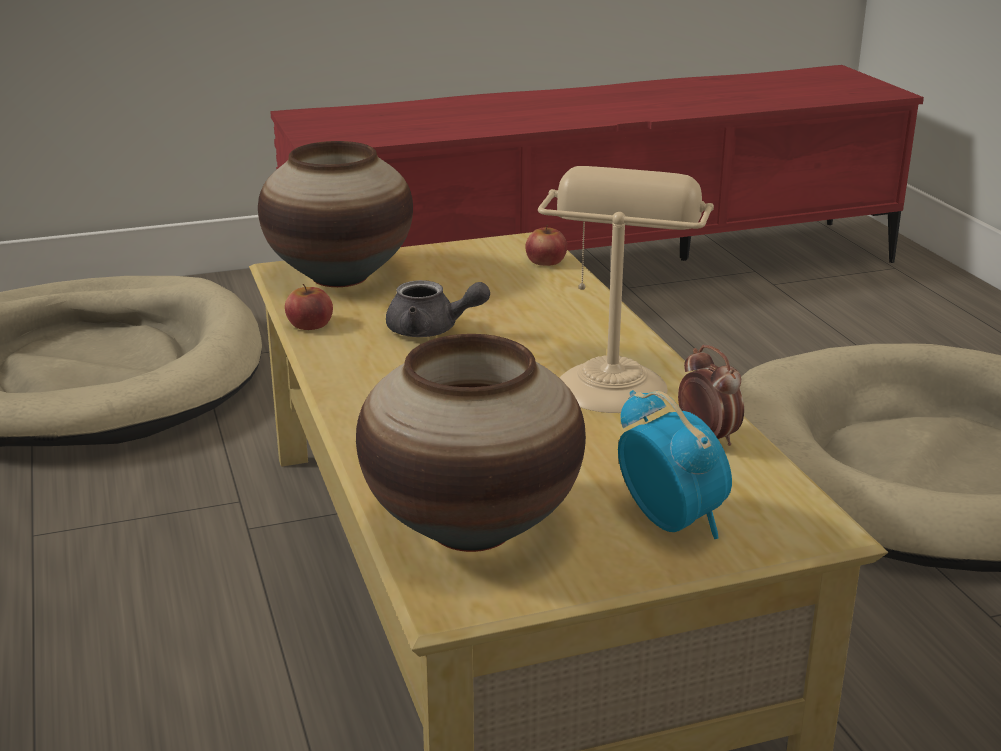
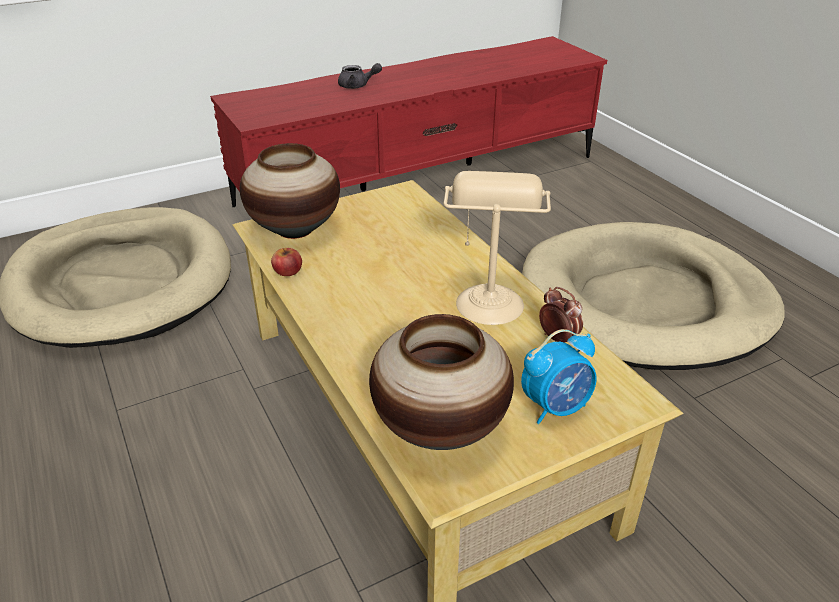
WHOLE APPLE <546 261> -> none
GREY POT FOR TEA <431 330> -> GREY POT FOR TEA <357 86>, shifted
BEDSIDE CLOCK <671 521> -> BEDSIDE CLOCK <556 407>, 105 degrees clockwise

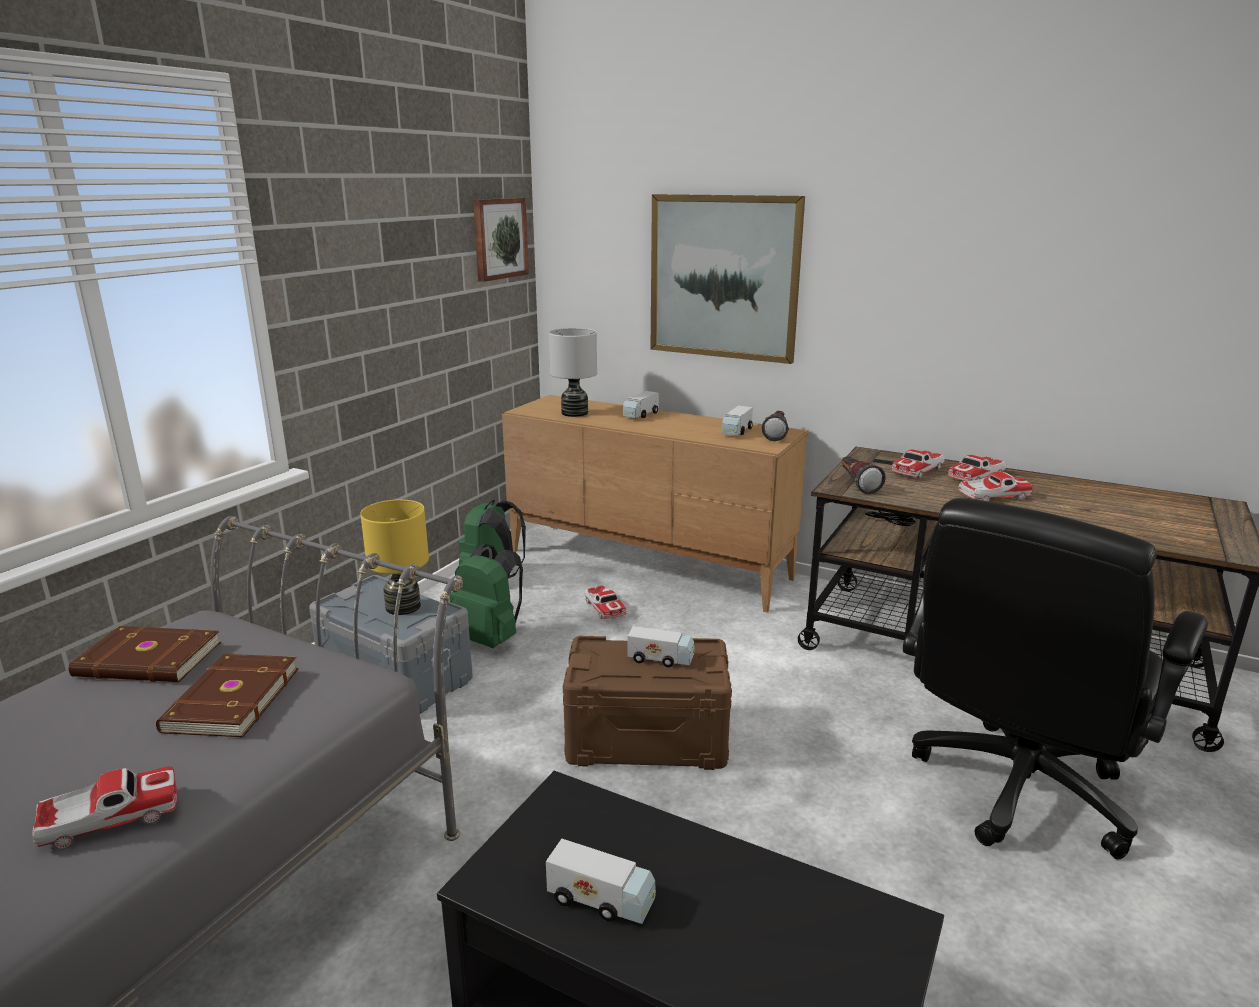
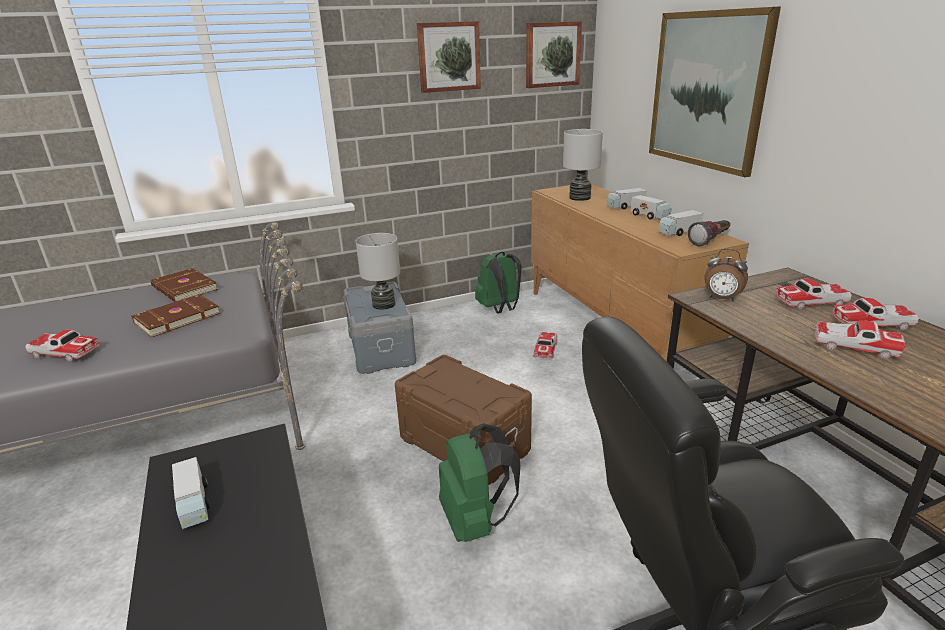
none -> PICTURE <448 57>
GREEN KNAPSACK <490 639> -> GREEN KNAPSACK <476 521>, shifted
TOY TRUCK <661 659> -> TOY TRUCK <650 216>, shifted
FLASHLIGHT <856 484> -> BEDSIDE CLOCK <721 299>
YELLOWISH TABLETOP LAMP <403 607> -> GREY TABLETOP LAMP <384 305>

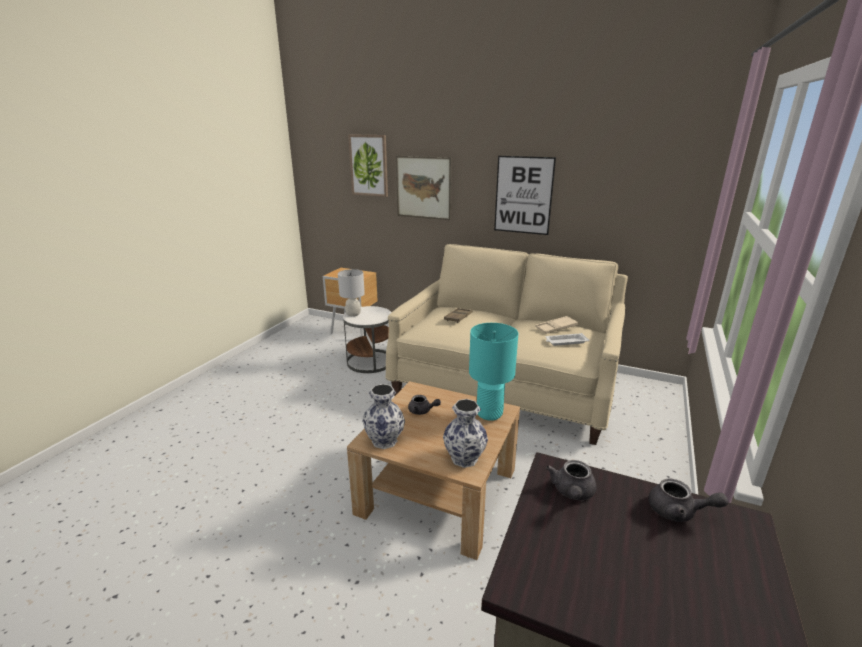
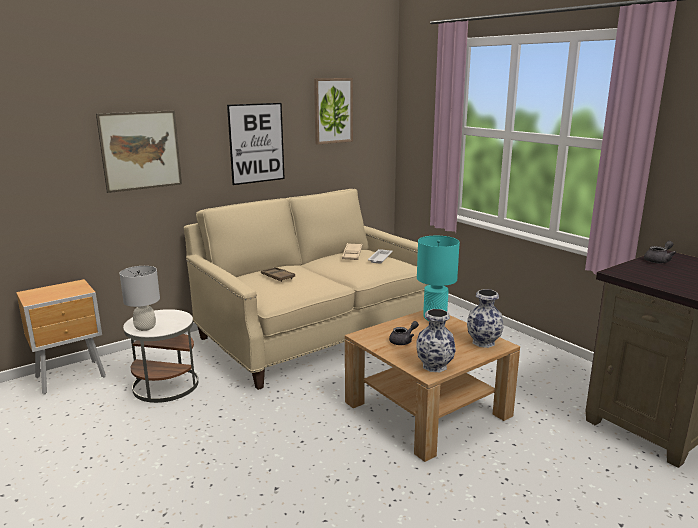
GREY POT FOR TEA <572 493> -> none
PICTURE <369 165> -> PICTURE <333 110>, shifted

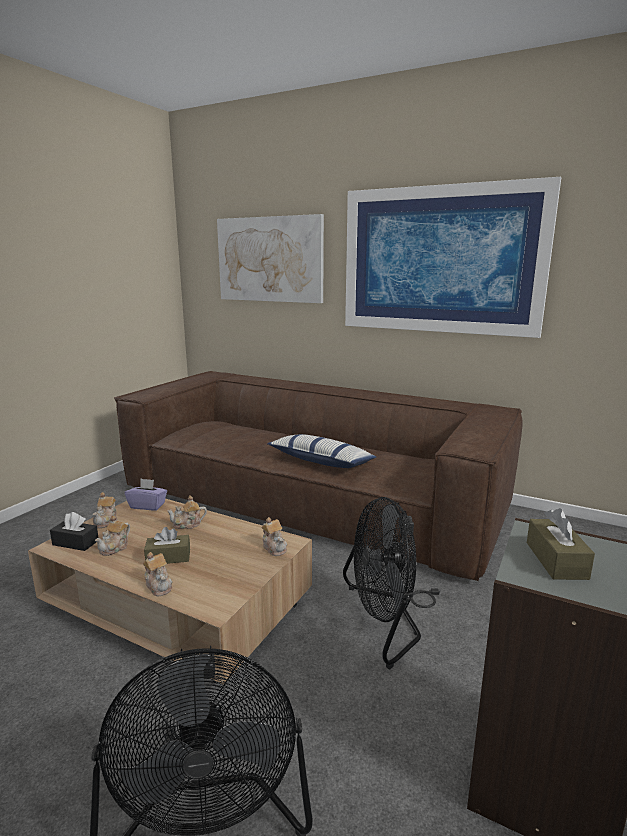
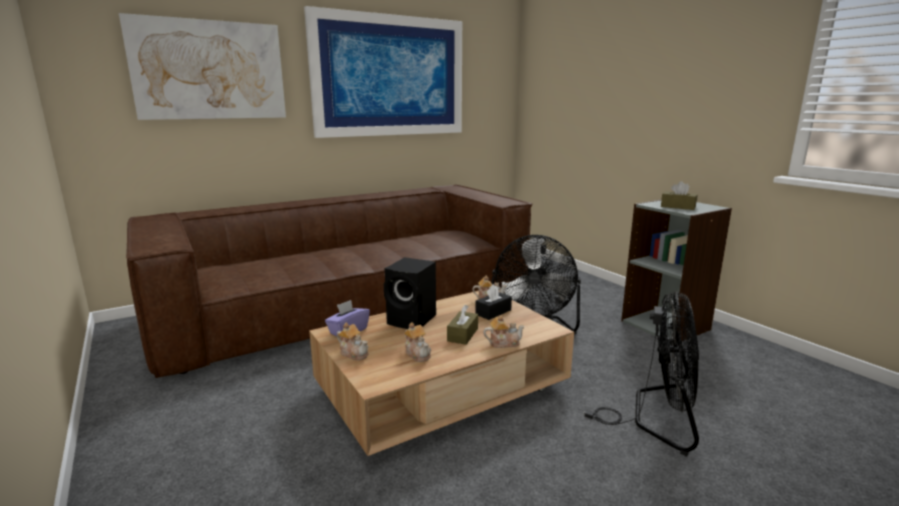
THROW PILLOW <321 461> -> none
BLACK-COLOURED TISSUE HOLDER <75 543> -> BLACK-COLOURED TISSUE HOLDER <493 312>, shifted
POT FOR TEA <187 524> -> BLACK-COLOURED AUDIO SPEAKER <413 320>

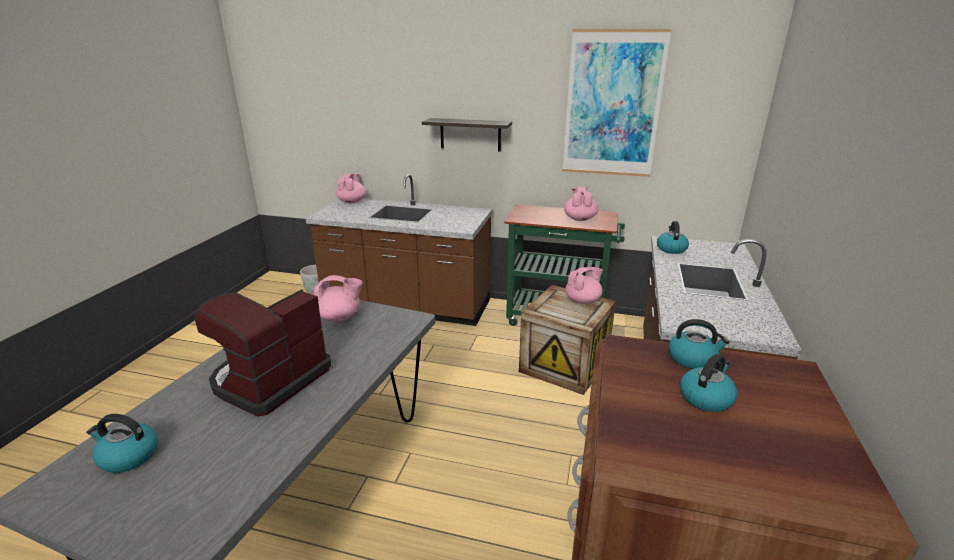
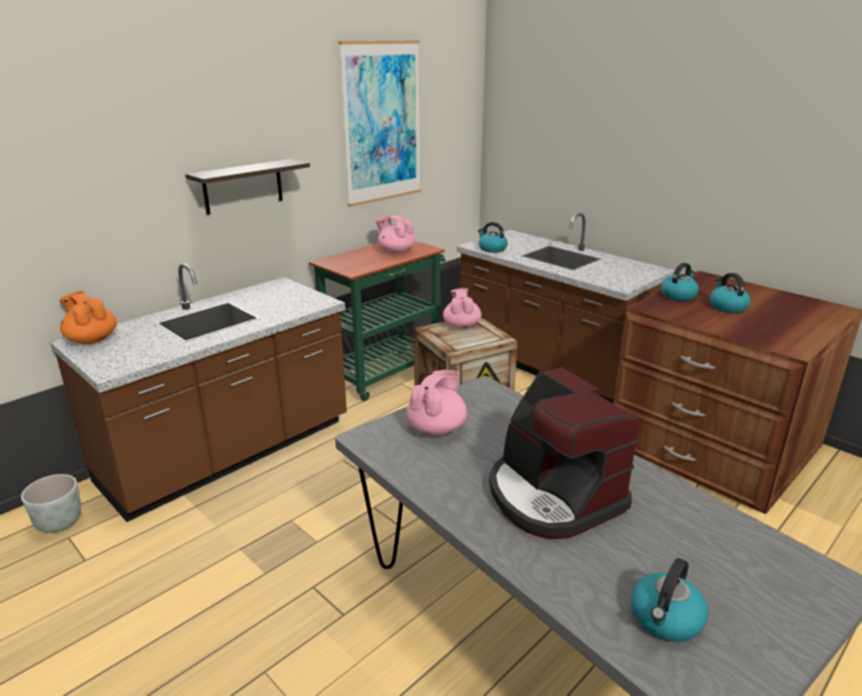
PINKISH POT FOR TEA <352 201> -> ORANGE POT FOR TEA <92 340>

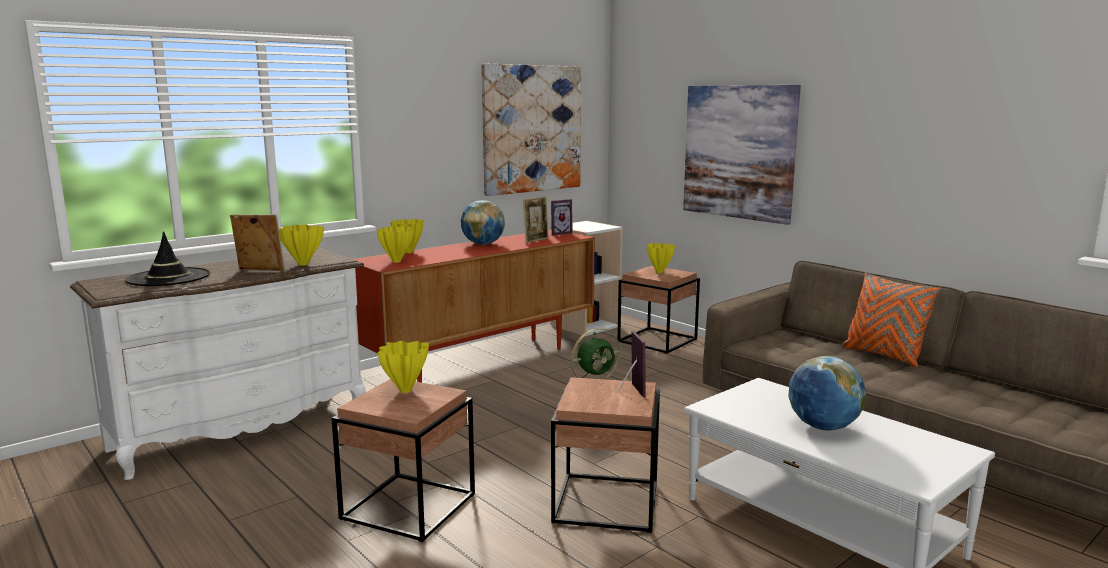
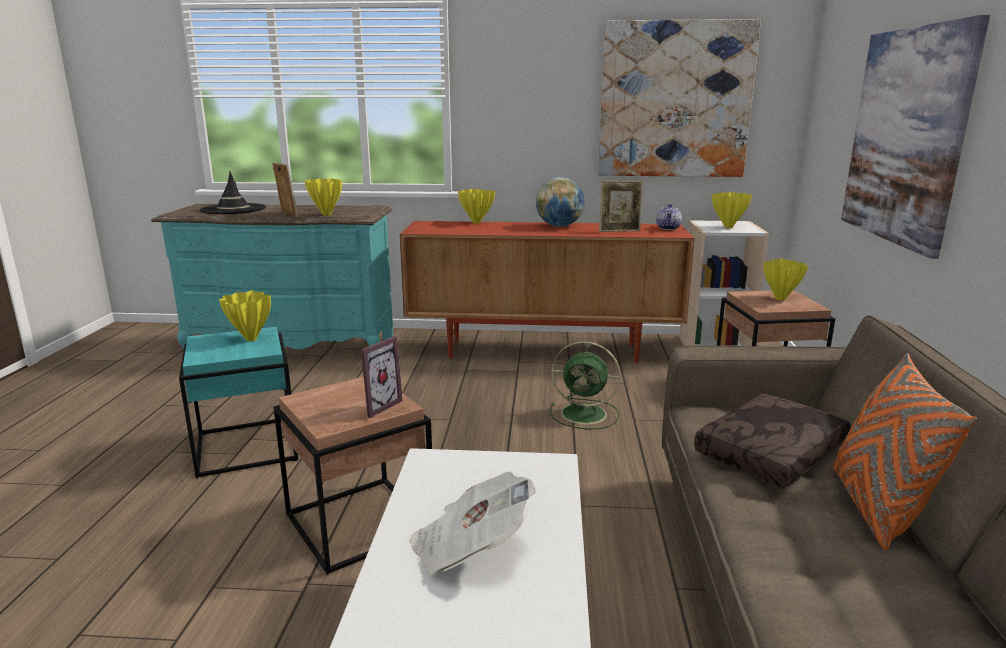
none -> BROWNISH THROW PILLOW <772 454>
YELLOWISH DECORATIVE VASE <397 261> -> YELLOWISH DECORATIVE VASE <729 227>, shifted
PHOTO FRAME <559 233> -> POT FOR TEA <669 228>
WORLD GLOBE <823 427> -> PRINTED PAPER <469 549>
WHITISH DRESSER <244 431> -> TURQUOISE DRESSER <292 348>
BROWNISH SIDE TABLE <407 507> -> TURQUOISE SIDE TABLE <246 446>

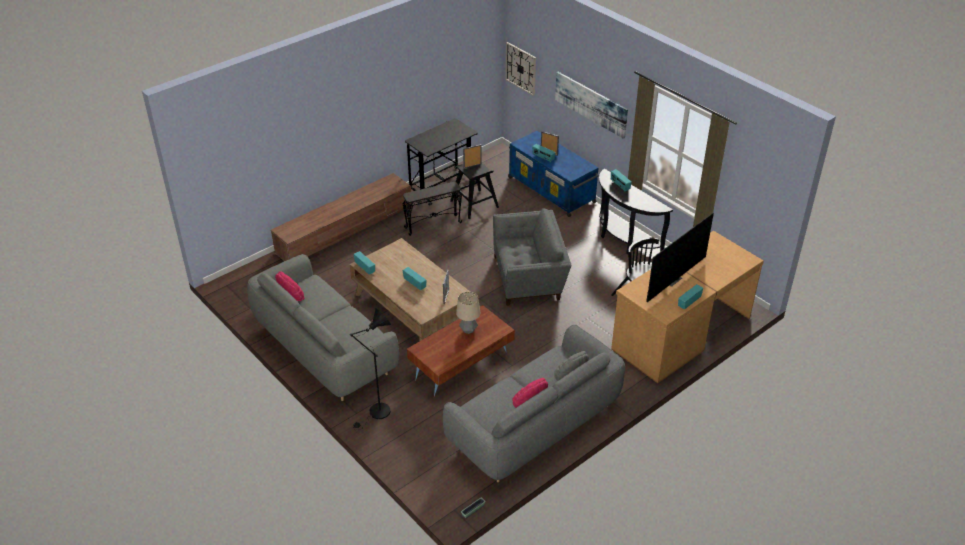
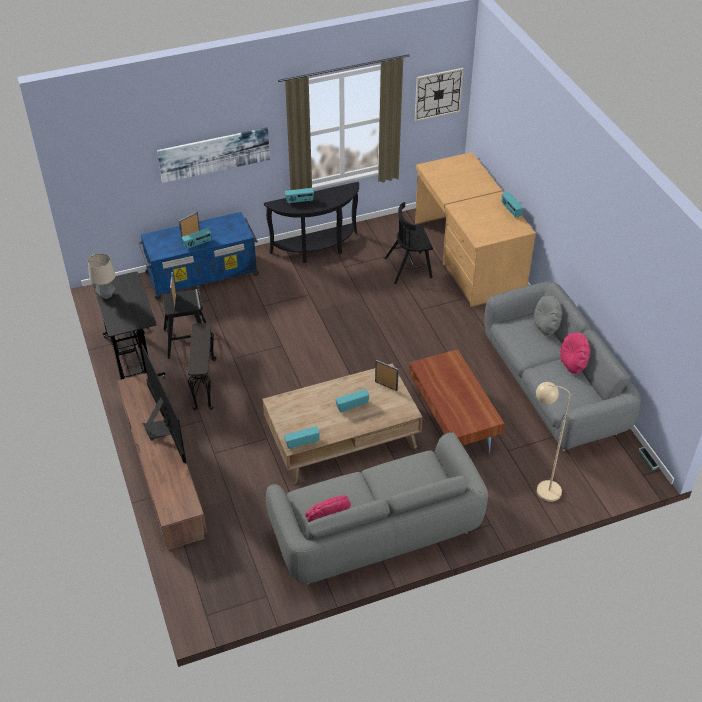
BLACK-COLOURED STANDING LAMP <377 414> -> none
GREY ARMCHAIR <529 277> -> none
none -> BEIGE STANDING LAMP <541 490>
TABLETOP LAMP <468 330> -> TABLETOP LAMP <106 295>, shifted
HANGING CLOCK <521 68> -> HANGING CLOCK <438 94>, shifted
TV SET <672 279> -> TV SET <161 429>, shifted

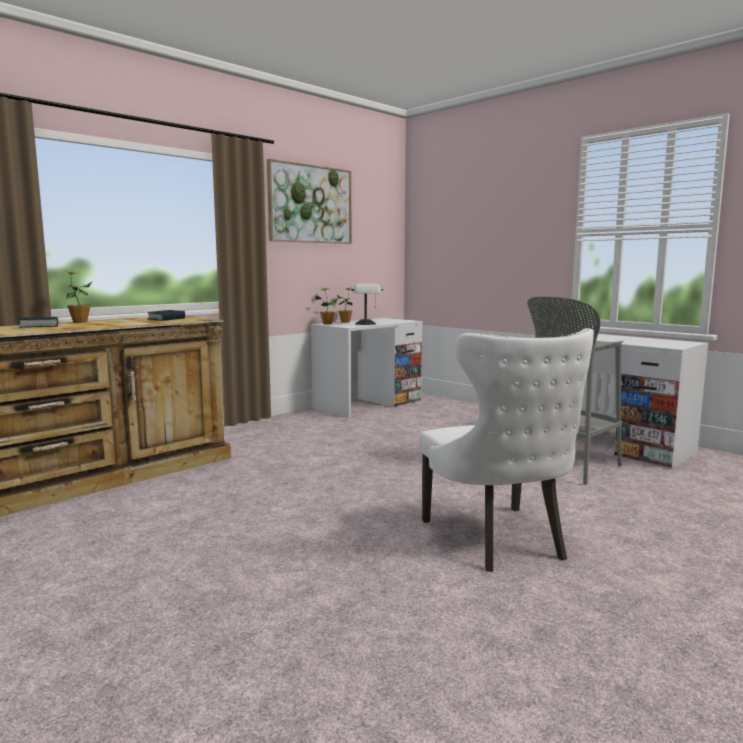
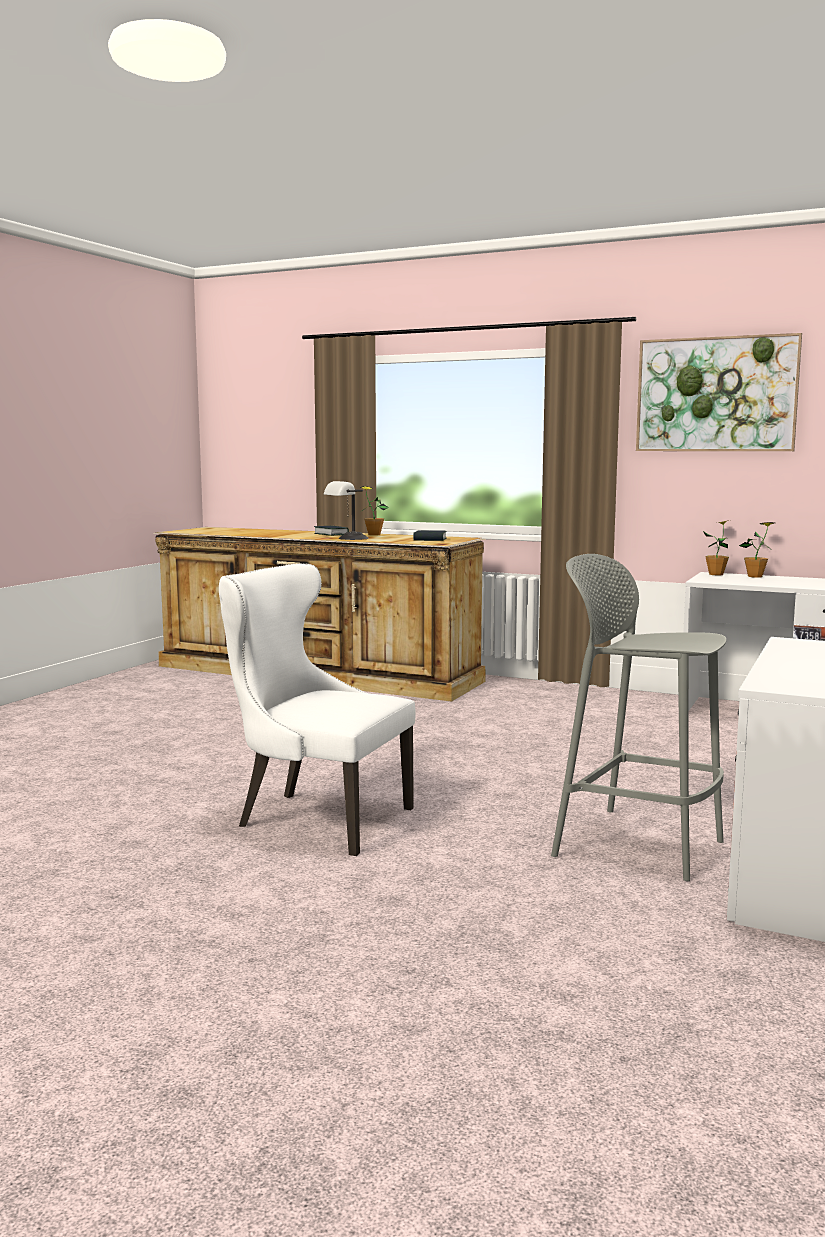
TABLETOP LAMP <367 324> -> TABLETOP LAMP <348 538>, shifted
WHITISH CHAIR <499 540> -> WHITISH CHAIR <317 819>, 60 degrees clockwise

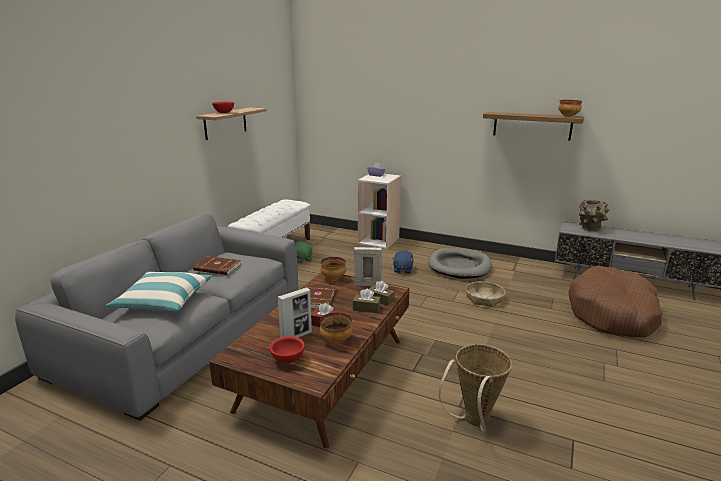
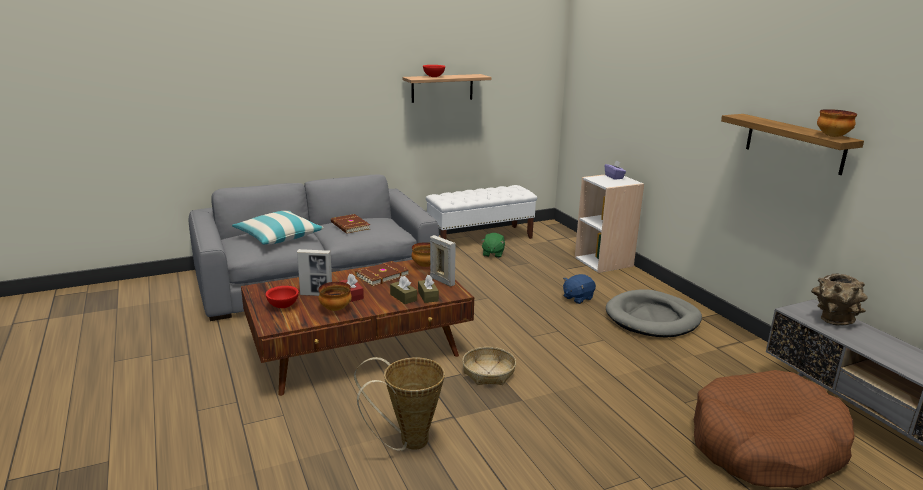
HOUSEHOLD BASKET <484 299> -> HOUSEHOLD BASKET <489 373>, shifted

